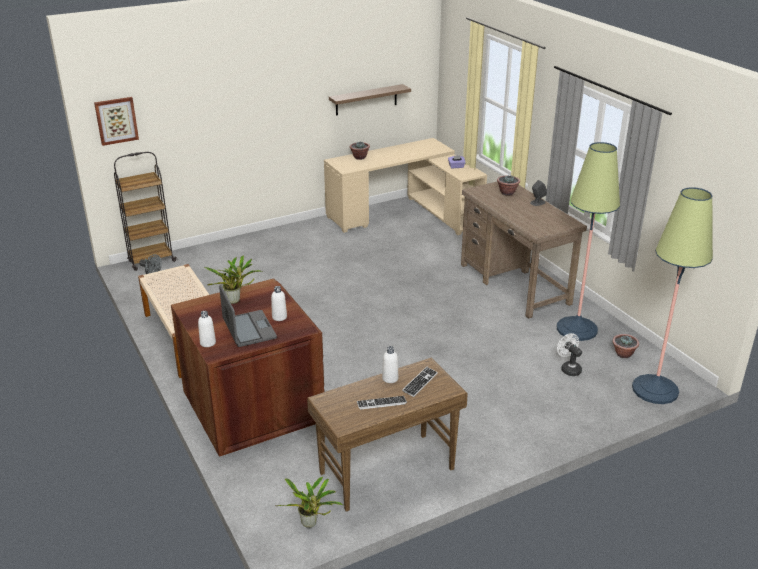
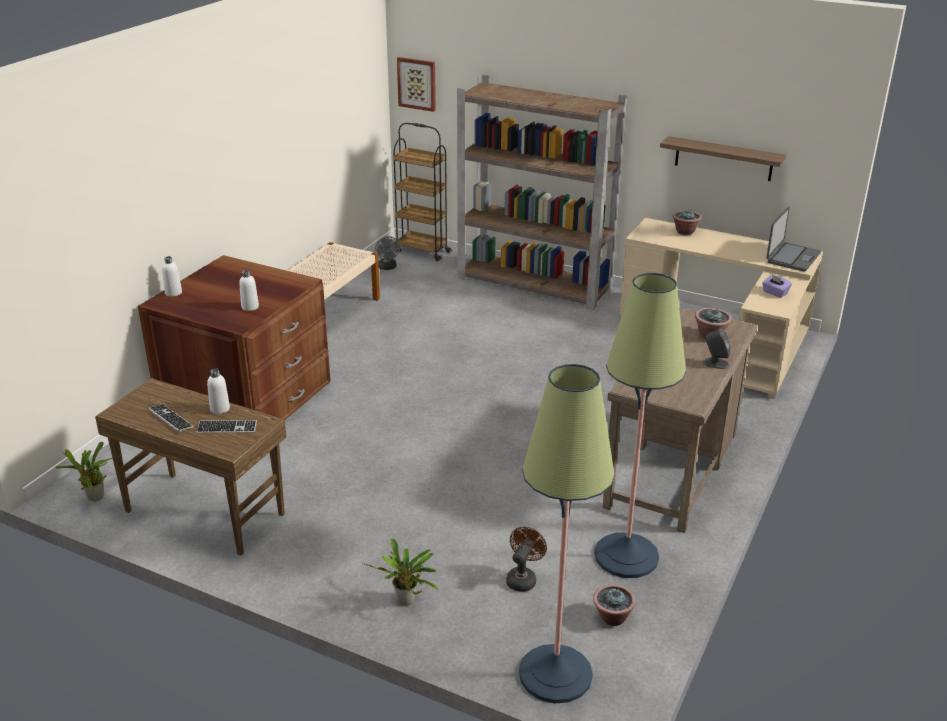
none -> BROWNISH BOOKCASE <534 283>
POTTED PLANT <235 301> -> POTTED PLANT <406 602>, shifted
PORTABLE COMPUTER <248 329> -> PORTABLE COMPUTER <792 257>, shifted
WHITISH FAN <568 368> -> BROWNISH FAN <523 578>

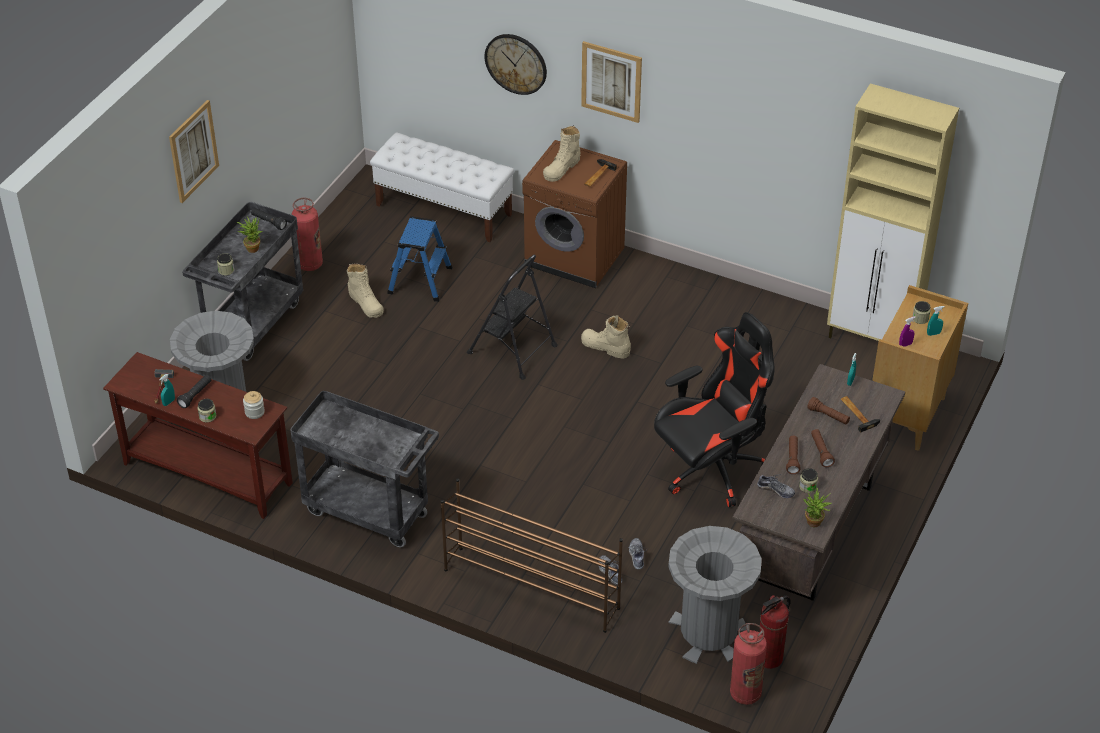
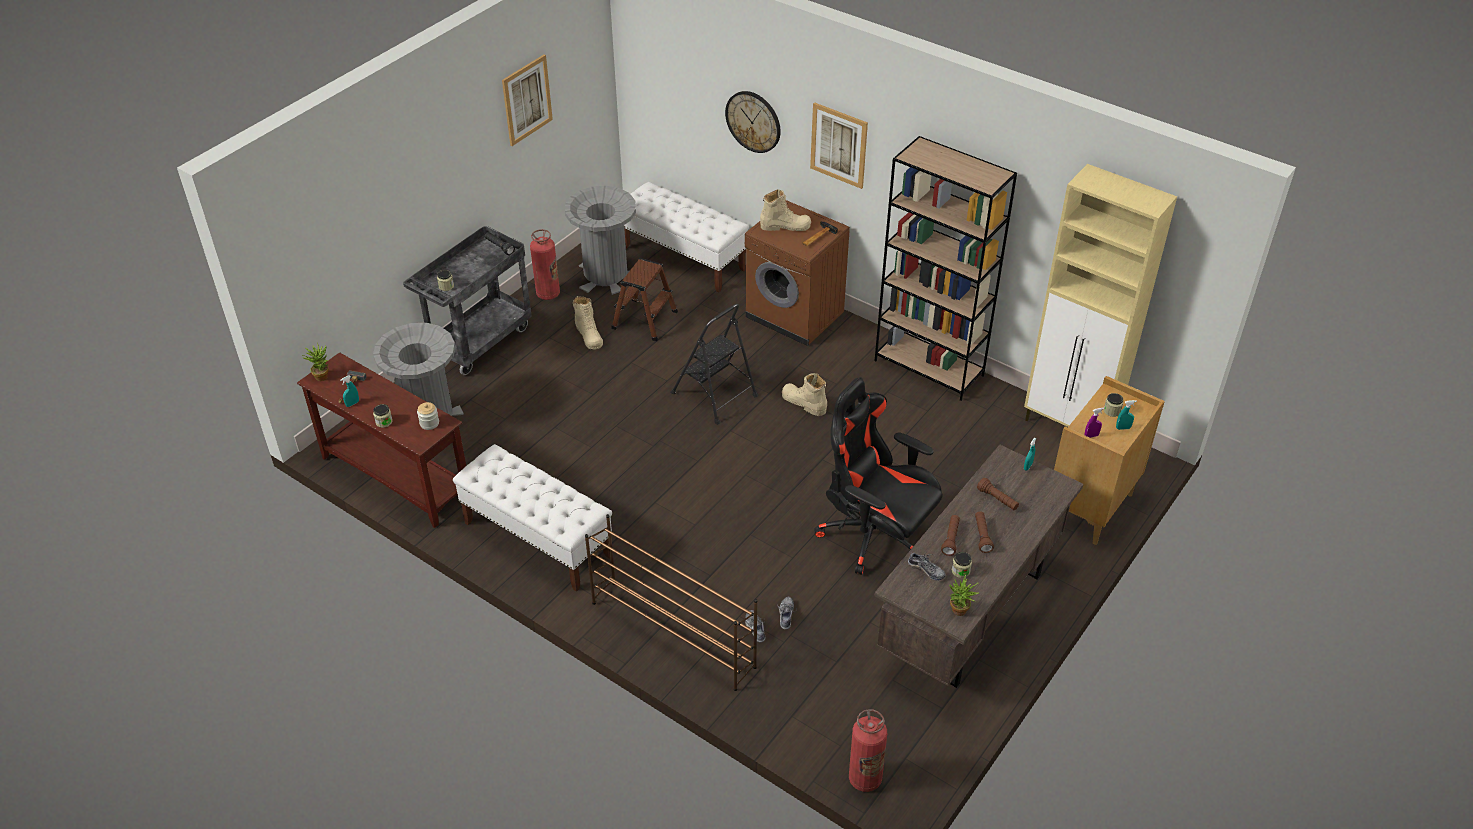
BLACK-COLOURED FLASHLIGHT <195 395> -> none
FIRE-FIGHTING CYLINDER <769 658> -> none
HAMMER <857 413> -> none
none -> BEIGE BOOKCASE <929 368>
PICTURE <193 151> -> PICTURE <527 100>, shifted
POTTED PLANT <252 247> -> POTTED PLANT <322 375>, shifted
GREY TRASH CAN <708 632> -> GREY TRASH CAN <605 275>, shifted
GREY CART <372 516> -> WHITISH BENCH <537 539>
BLUE STEP LADDER <420 280> -> BROWNISH STEP LADDER <644 320>
BEIGE BOOT <562 168> -> BEIGE BOOT <785 226>, 135 degrees counterclockwise
BLACK-COLOURED DESK CHAIR <708 473> -> BLACK-COLOURED DESK CHAIR <877 540>, 120 degrees counterclockwise

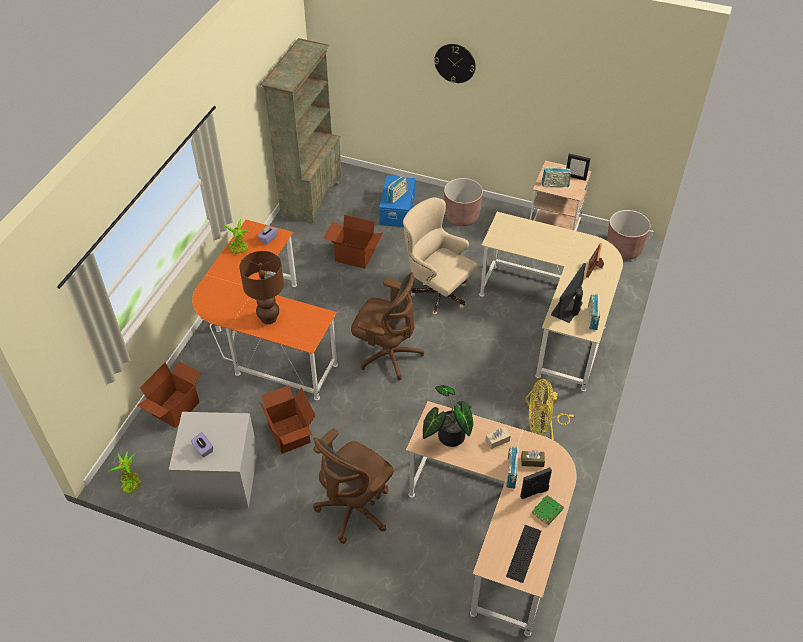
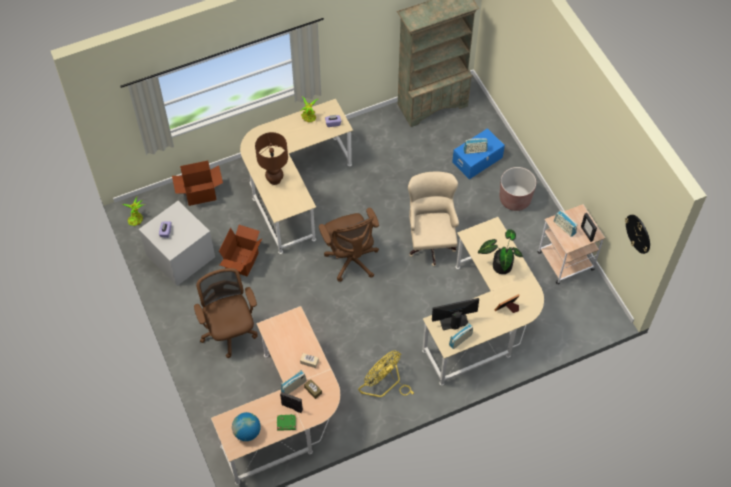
CARTON <354 256> -> none
BROWNISH PLANT POT <623 249> -> none
POTTED PLANT <447 436> -> POTTED PLANT <500 264>, shifted
HANGING CLOCK <455 63> -> HANGING CLOCK <638 233>, shifted
PC KEYBOARD <524 553> -> WORLD GLOBE <247 432>
ORANGE DESK UNIT <265 339> -> BEIGE DESK UNIT <293 188>
BROWNISH DESK CHAIR <356 505> -> BROWNISH DESK CHAIR <231 334>, 75 degrees clockwise

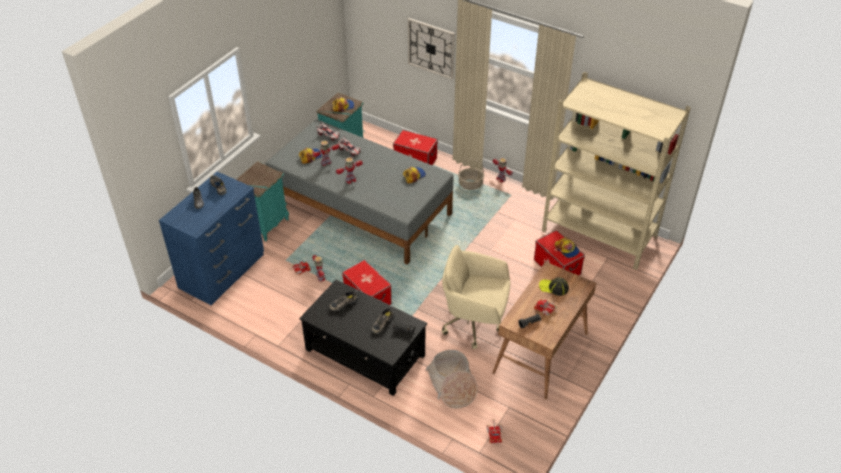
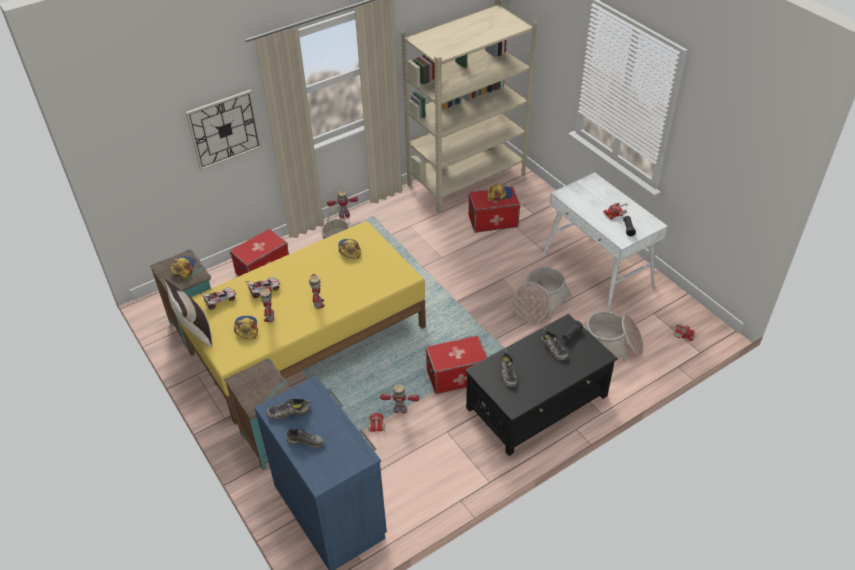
BASEBALL CAP <554 287> -> none
none -> THROW PILLOW <195 331>
BEIGE DESK CHAIR <474 325> -> HOUSEHOLD BASKET <539 303>
GREY SLEEPING BED <360 207> -> YELLOWISH SLEEPING BED <307 339>
BROWNISH DESK UNIT <540 354> -> WHITISH DESK UNIT <597 270>

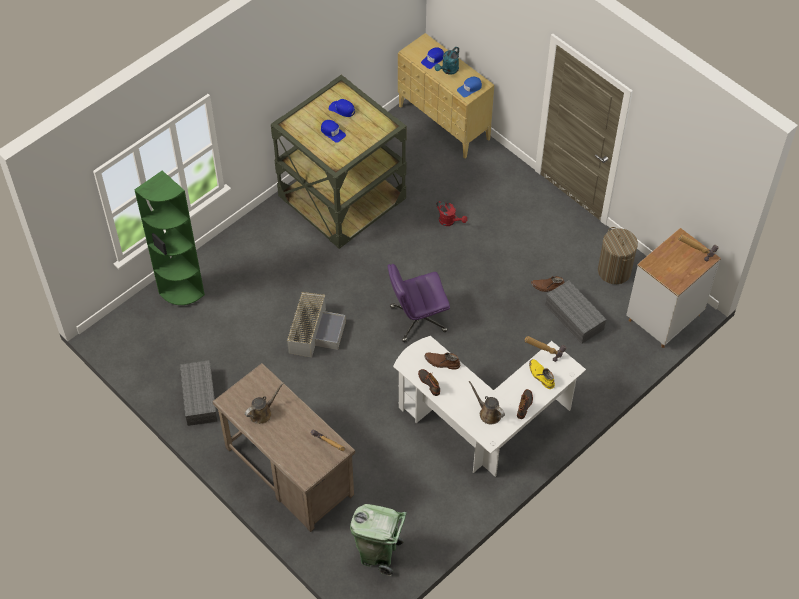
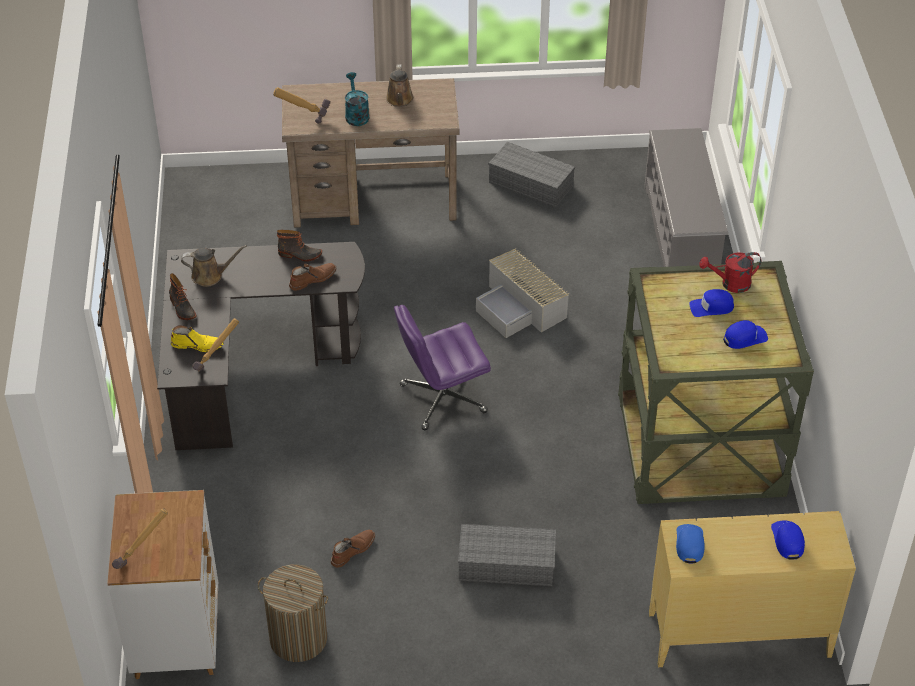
GREEN TRASH CAN <378 554> -> none
TURQUOISE SPRINKLING CAN <448 70> -> TURQUOISE SPRINKLING CAN <356 114>, shifted
REDDISH SPRINKLING CAN <449 221> -> REDDISH SPRINKLING CAN <730 284>, shifted
GREY STORAGE CONTAINER <575 317> -> GREY STORAGE CONTAINER <505 565>, shifted
GREEN BOOKCASE <182 295> -> GREY SHOE RACK <680 234>
WHITISH DESK UNIT <483 425> -> BLACK-COLOURED DESK UNIT <248 366>
PURPLE DESK CHAIR <417 319> -> PURPLE DESK CHAIR <442 399>, 135 degrees counterclockwise

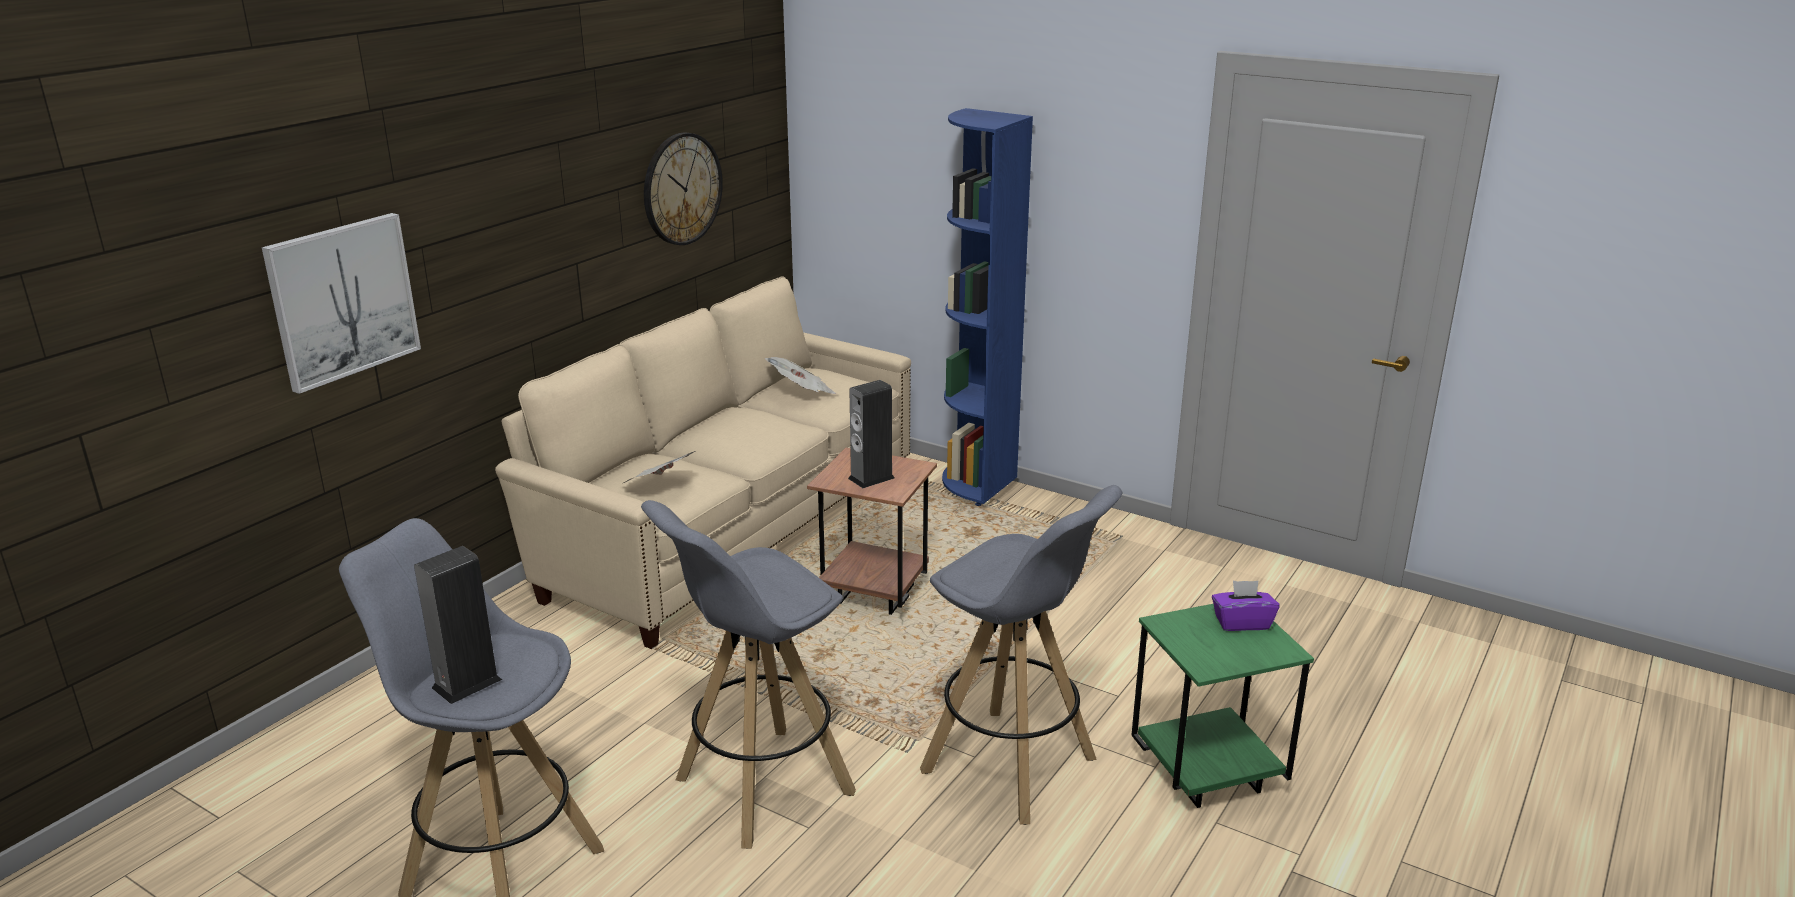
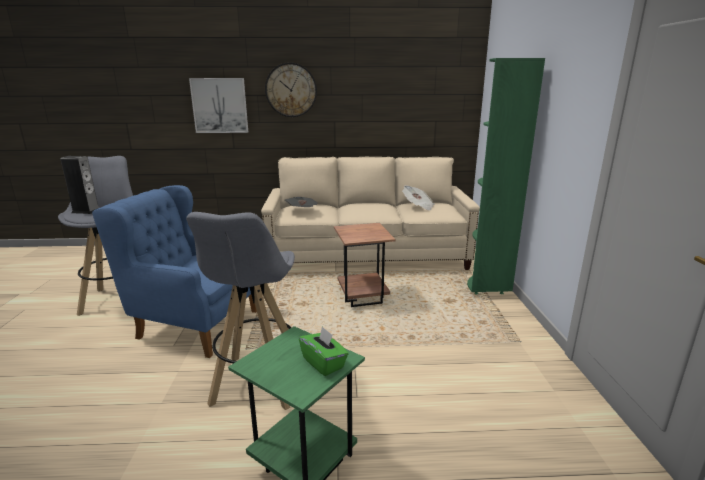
AUDIO SPEAKER <871 478> -> none
HANGING CLOCK <682 189> -> HANGING CLOCK <291 90>, shifted
GREY STOOL <759 787> -> BLUE ARMCHAIR <195 325>
BLUE BOOKCASE <973 490> -> GREEN BOOKCASE <486 288>
PURPLE TISSUE HOLDER <1242 623> -> GREEN TISSUE HOLDER <324 363>

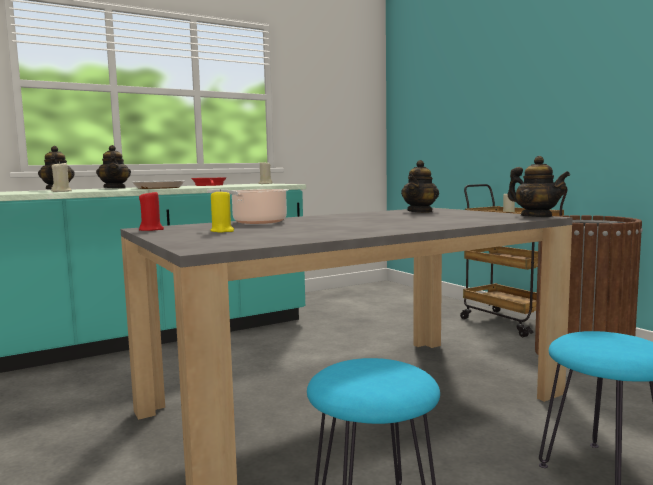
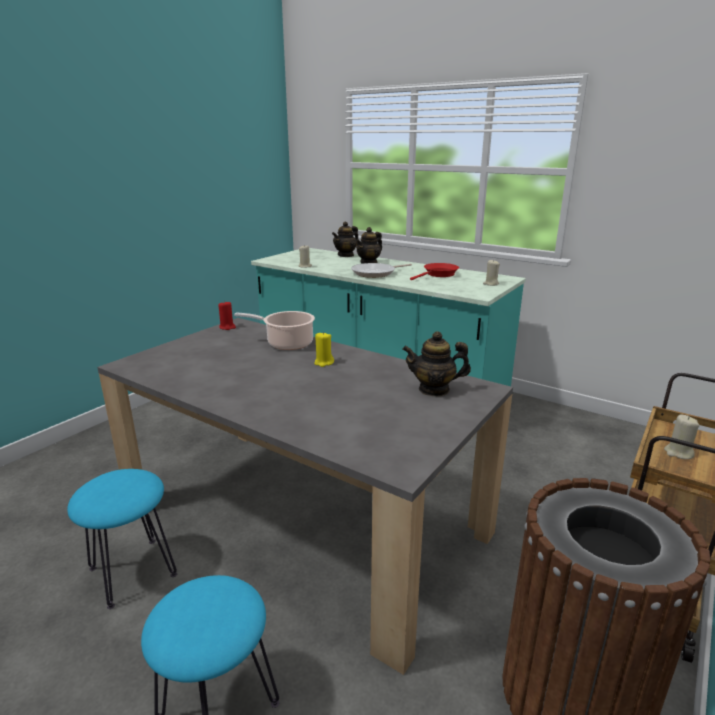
POT FOR TEA <536 217> -> none
YELLOWISH WAX CANDLE <222 231> -> YELLOWISH WAX CANDLE <323 363>, shifted

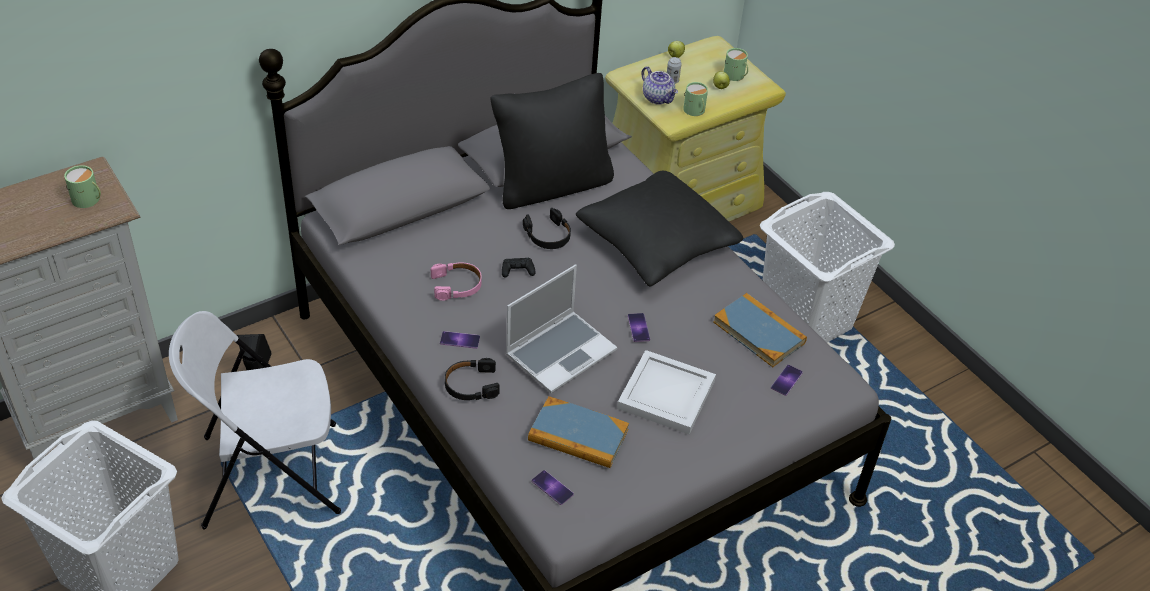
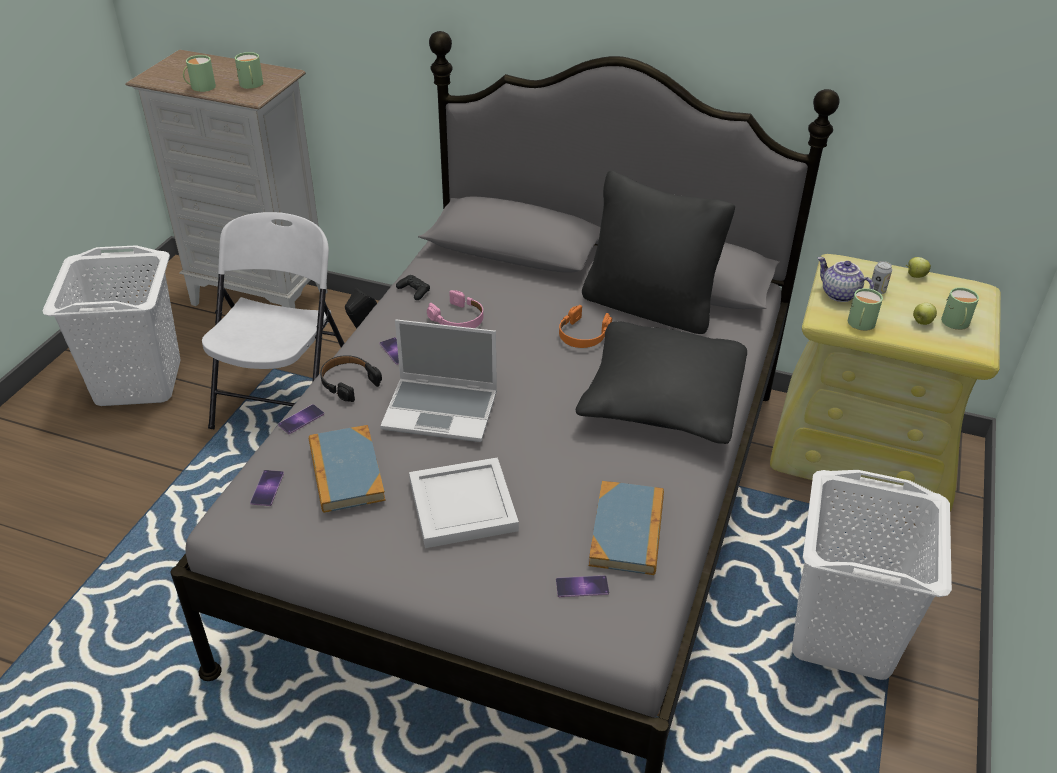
none -> GREEN MUG <200 87>
BLACK-COLOURED JOYPAD <517 270> -> BLACK-COLOURED JOYPAD <414 291>, shifted
PHONE <638 327> -> PHONE <301 419>, shifted
BLACK-COLOURED HEADSET <548 235> -> ORANGE HEADSET <583 335>
WHITISH CHAIR <271 473> -> WHITISH CHAIR <285 398>, 60 degrees clockwise
POT FOR TEA <658 98> -> POT FOR TEA <839 294>, 120 degrees clockwise

